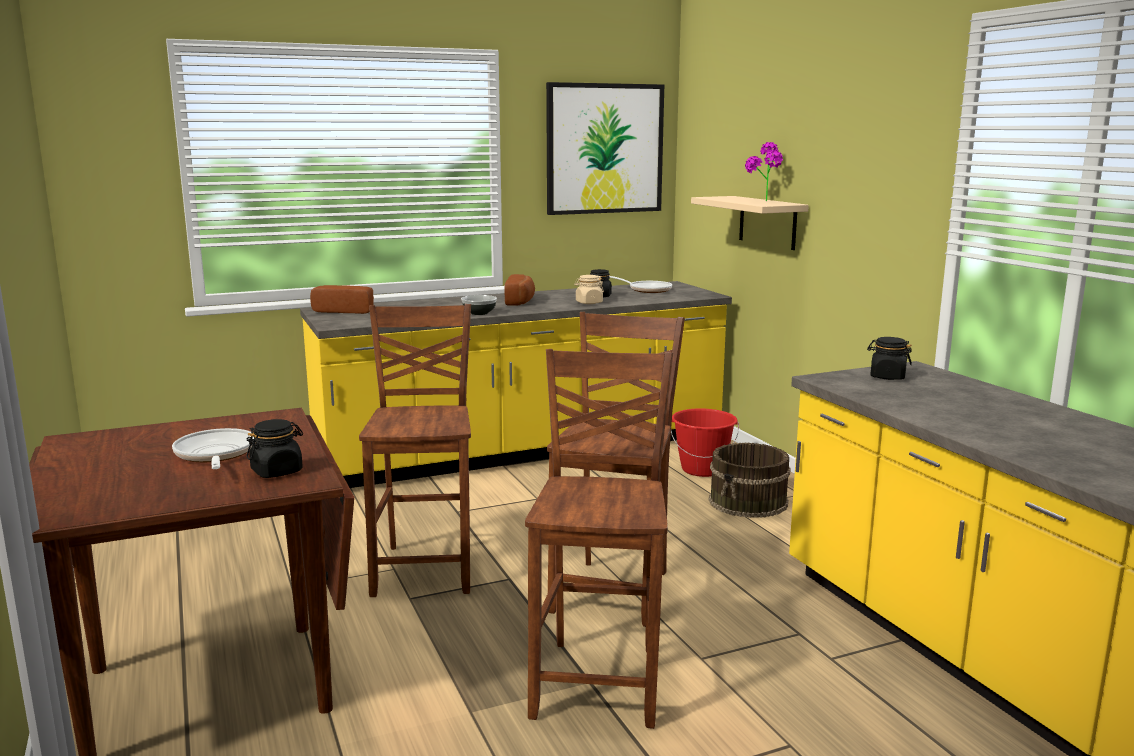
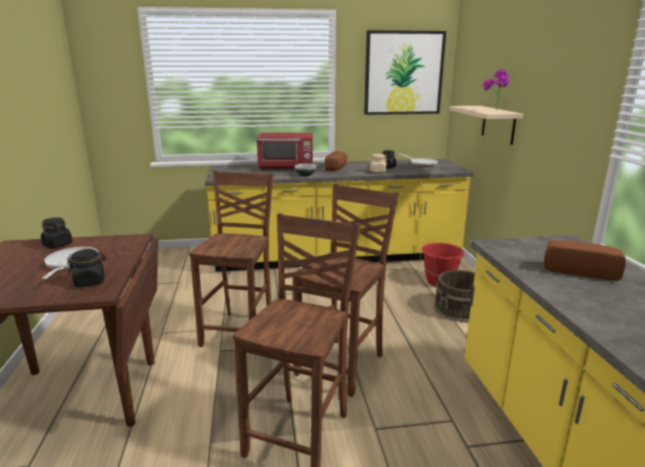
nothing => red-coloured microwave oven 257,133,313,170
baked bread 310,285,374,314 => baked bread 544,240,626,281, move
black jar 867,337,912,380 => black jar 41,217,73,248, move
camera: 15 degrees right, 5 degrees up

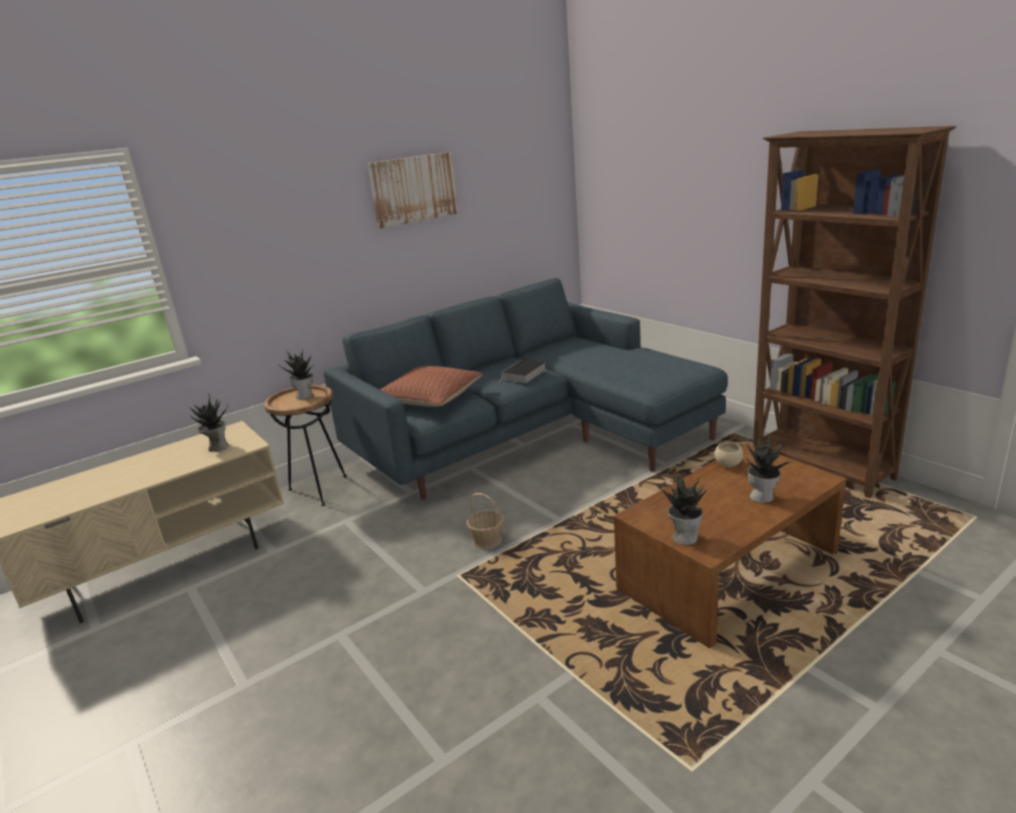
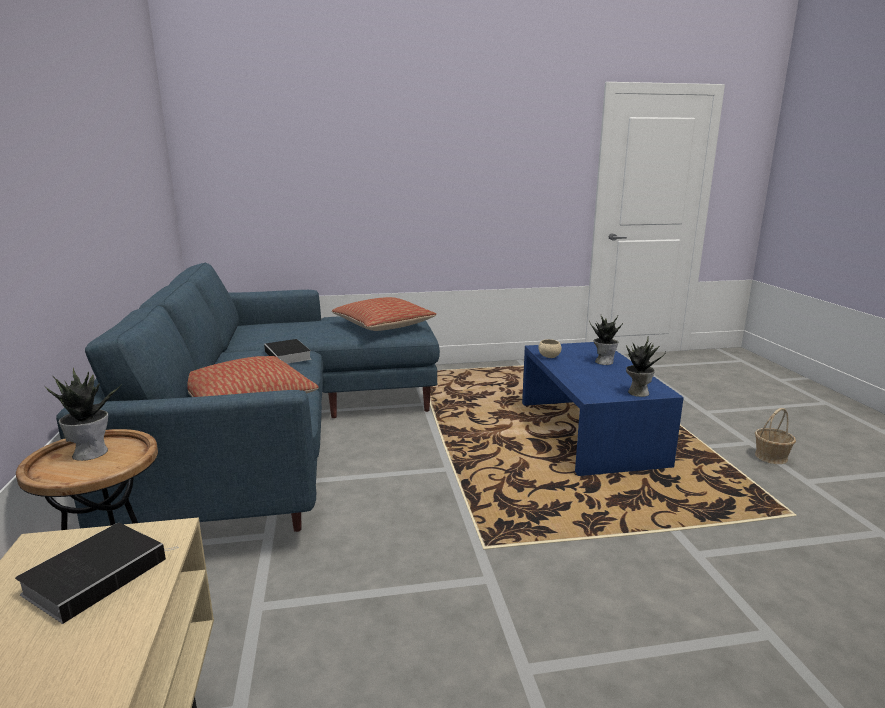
picture 367,152,458,229 => nothing
brown-coloured bookshelf 753,126,957,498 => nothing
nothing => pillow 332,297,436,331
storage basket 467,493,503,549 => storage basket 755,408,796,464, move
plant in a pot 190,394,229,452 => book 15,523,179,624
brown-coloured coffee table 614,443,846,649 => bluish coffee table 522,342,684,476
camera: 65 degrees left, 5 degrees down

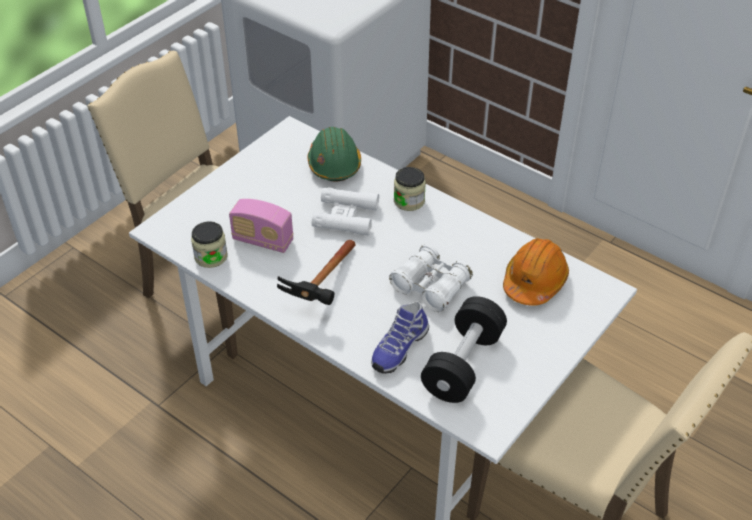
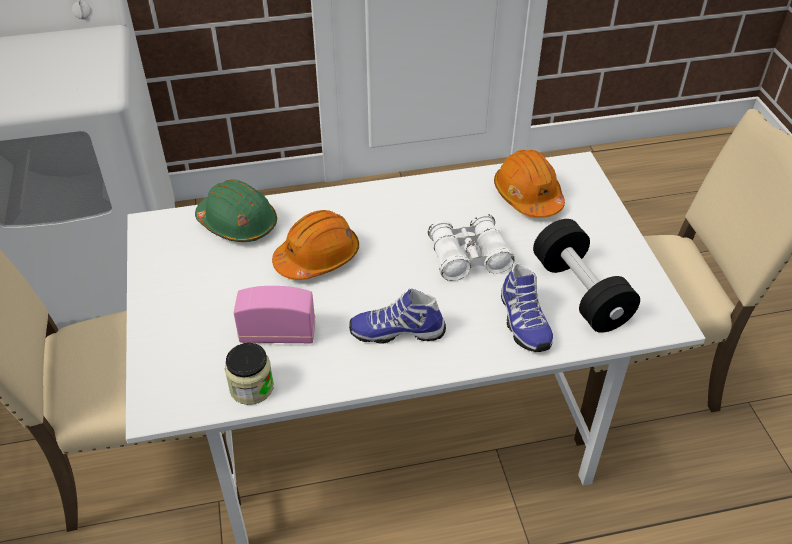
jar 394,167,426,211 => nothing
hand hammer 277,240,355,305 => shoe 349,289,446,344
white-coloured binoculars 312,187,379,236 => orangey hard hat 272,210,359,280
radio set 229,199,293,253 => radio set 234,286,315,343, 150 degrees counterclockwise
camera: 50 degrees left, 0 degrees up

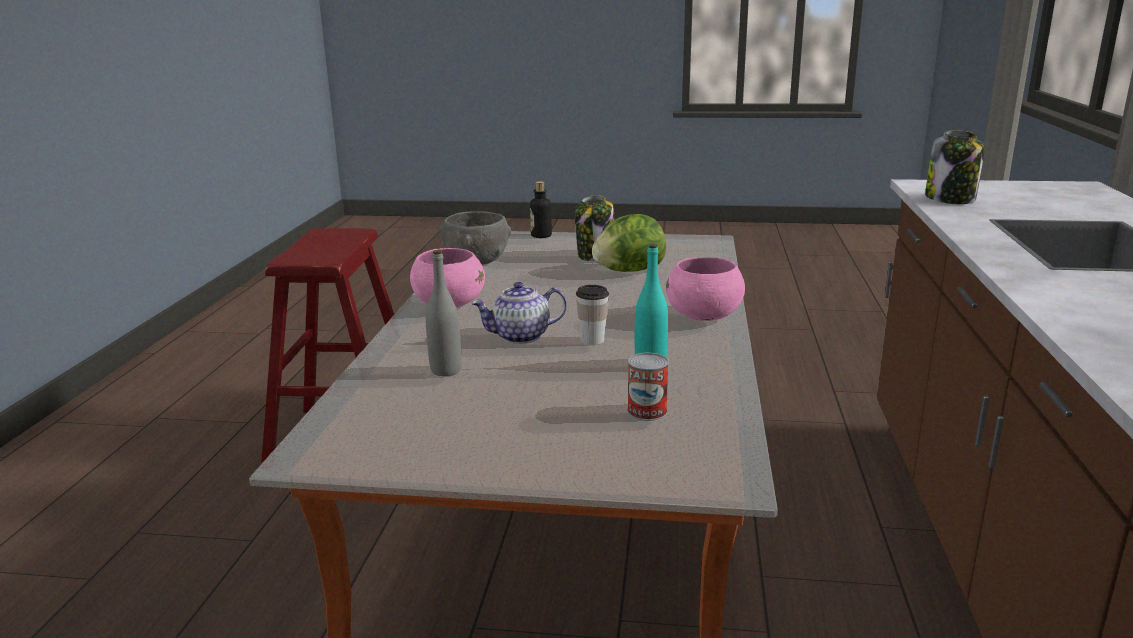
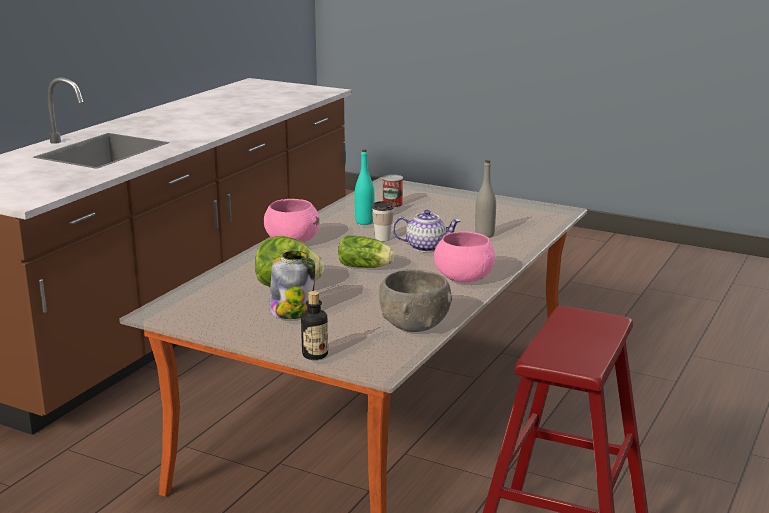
jar 925,130,985,204 => nothing
nothing => head of lettuce 338,235,395,268
camera: 160 degrees left, 0 degrees up

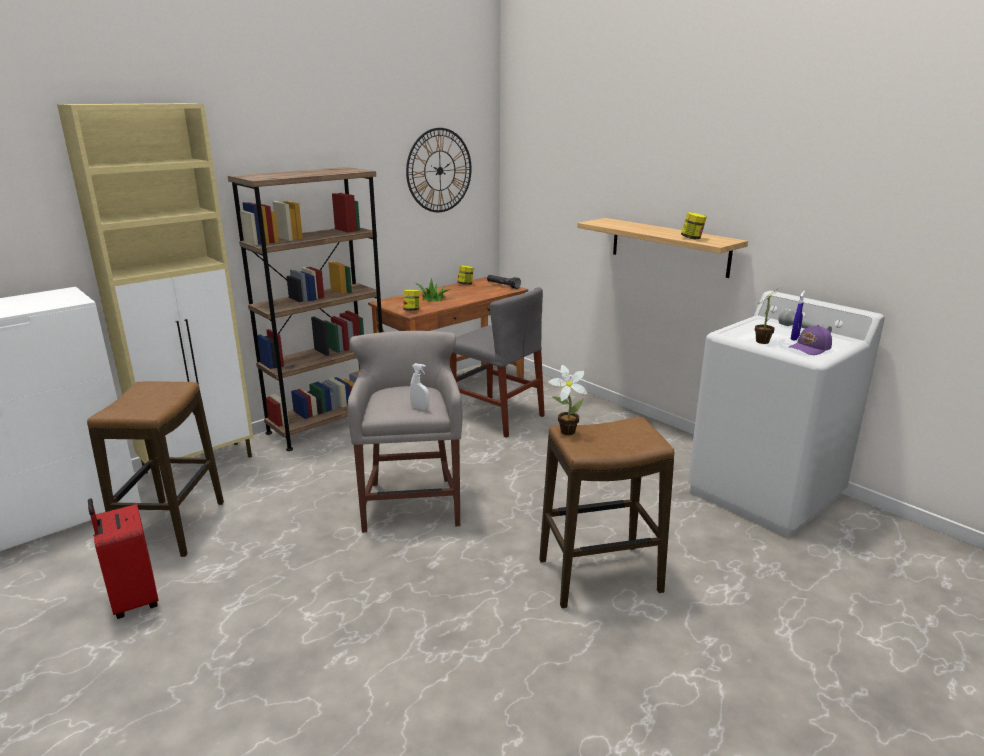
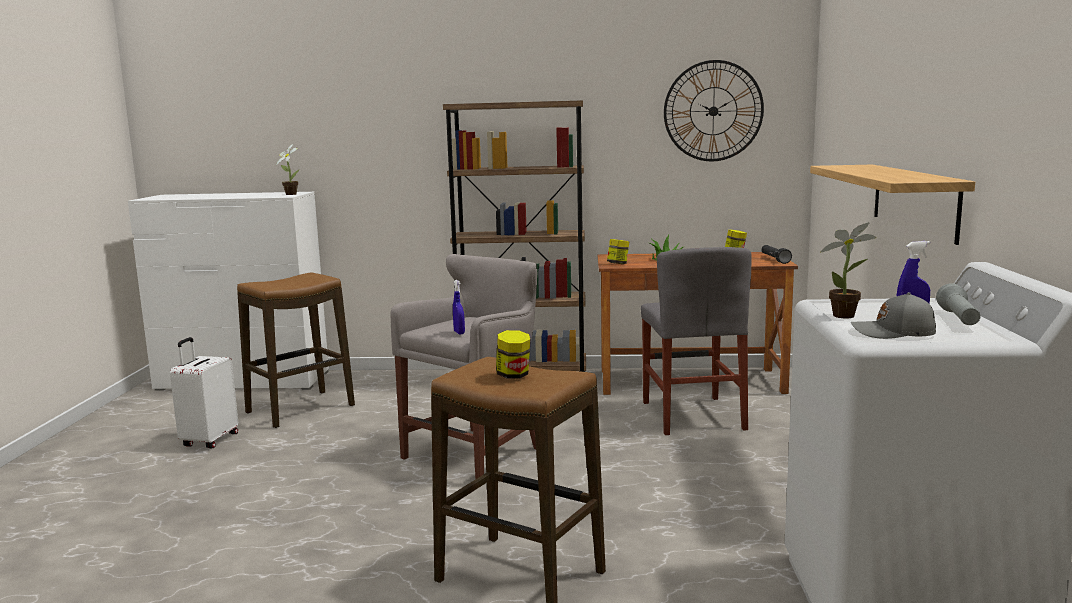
sand-coloured cabinet 57,103,253,474 => nothing
plant in a pot 548,365,588,435 => plant in a pot 276,144,299,195, move
jar 681,212,707,239 => jar 496,330,530,379, move
red-coloured piece of luggage 88,498,158,619 => white-coloured piece of luggage 170,337,238,448
white-coloured spray bottle 410,363,429,410 => bluish spray bottle 453,280,465,334
purple-coloured baseball cap 788,325,832,355 => greyish baseball cap 851,292,936,339
camera: 45 degrees right, 10 degrees down

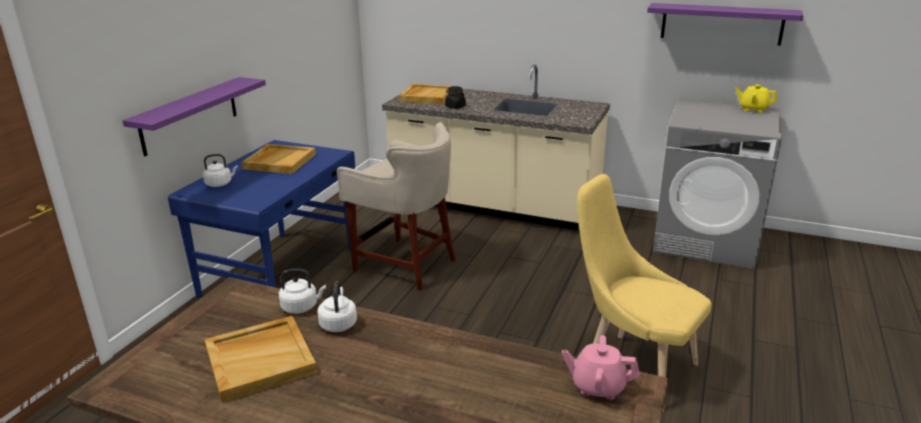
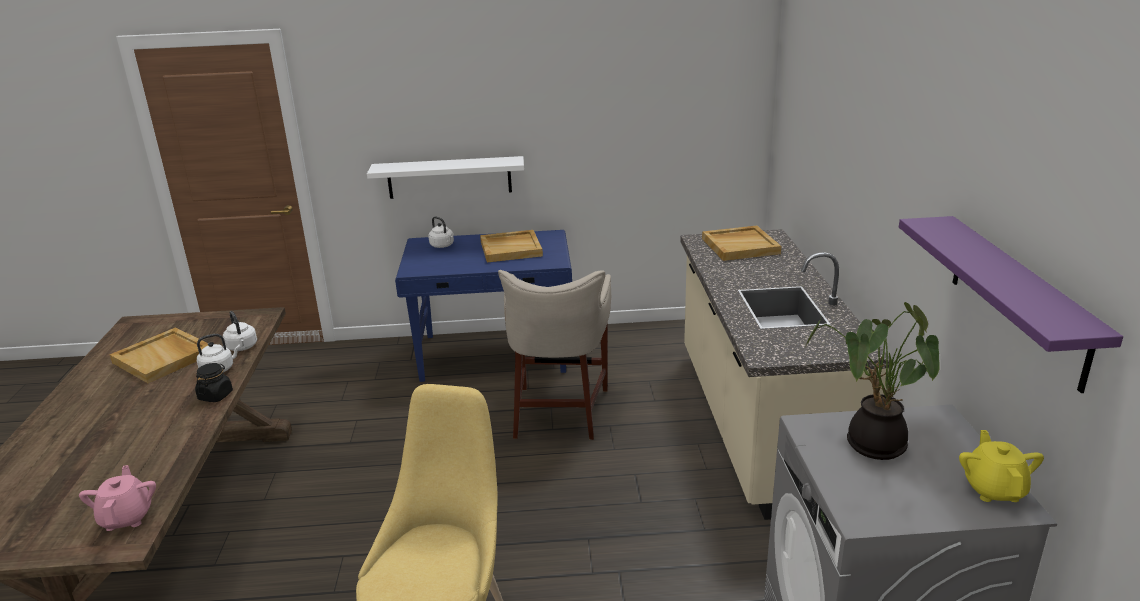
nothing => plant in a pot 806,302,940,460
black jar 445,86,466,109 => black jar 195,363,233,402, move
purple-coloured shelf 122,77,266,156 => white-coloured shelf 367,156,524,199
camera: 65 degrees right, 0 degrees up

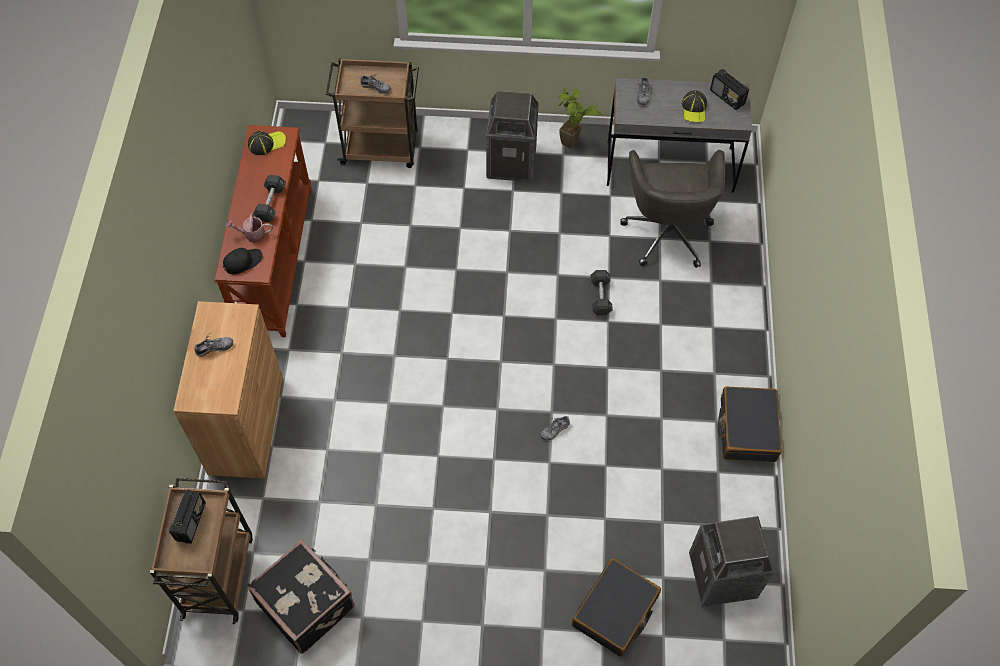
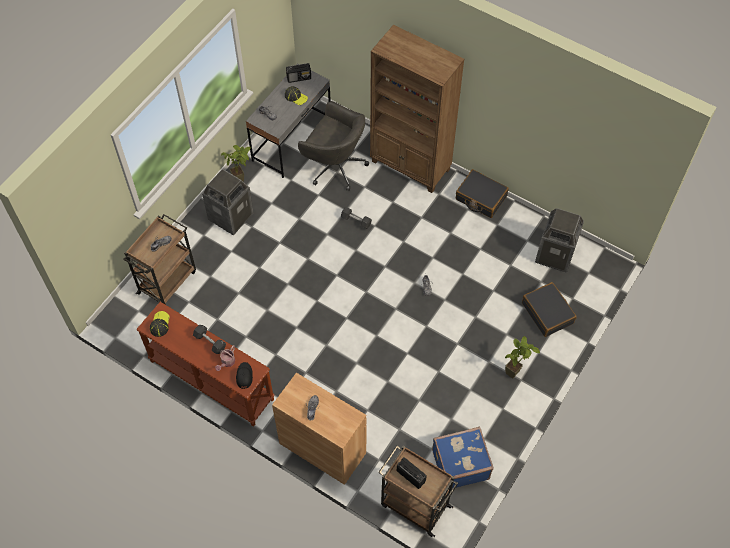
nothing => brown-coloured bookshelf 370,25,464,193
nothing => plant in a pot 505,336,540,379
black piece of luggage 247,539,355,654 => bluish piece of luggage 432,427,494,489
camera: 60 degrees left, 0 degrees up

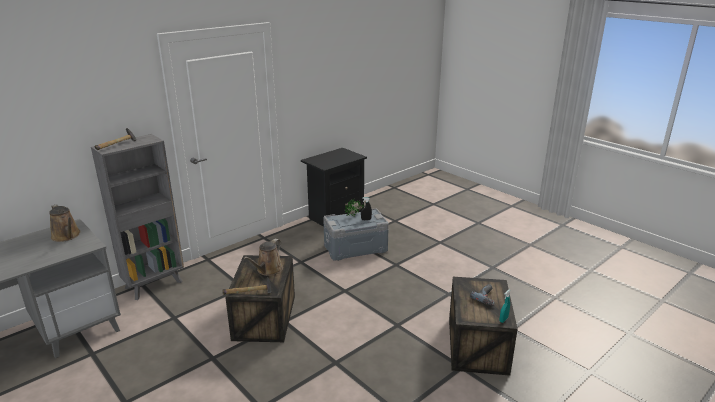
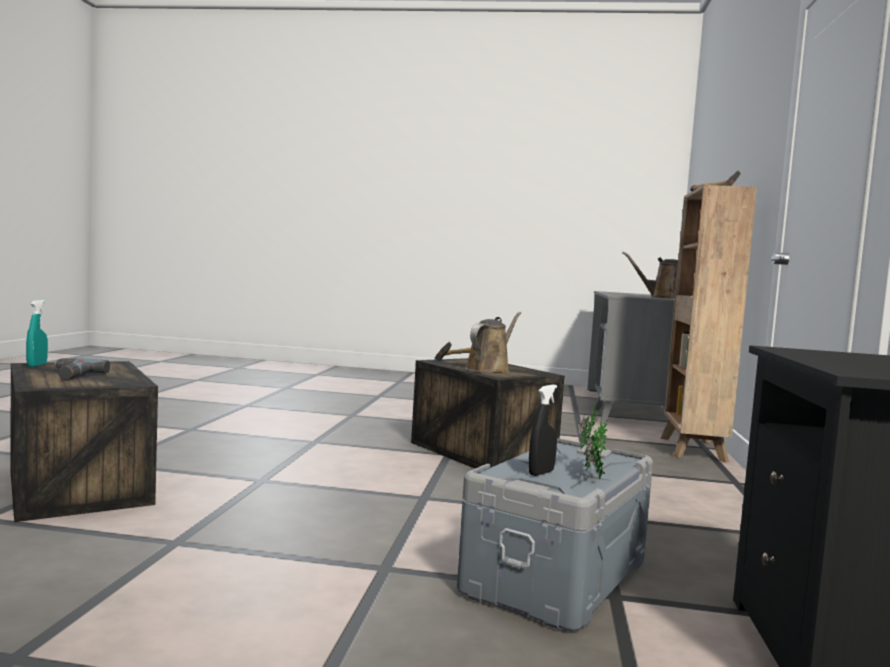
greyish bookshelf 91,134,184,300 => brown-coloured bookshelf 661,185,757,462
brown-coloured watering can 244,239,283,276 => brown-coloured watering can 465,312,521,373, 45 degrees clockwise
camera: 140 degrees right, 20 degrees down

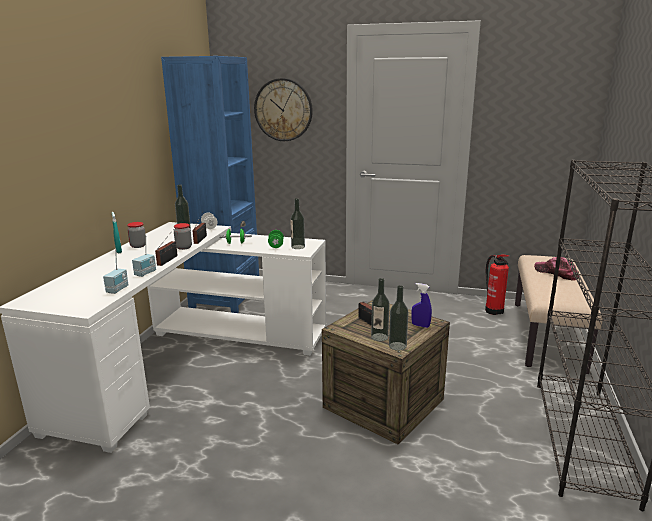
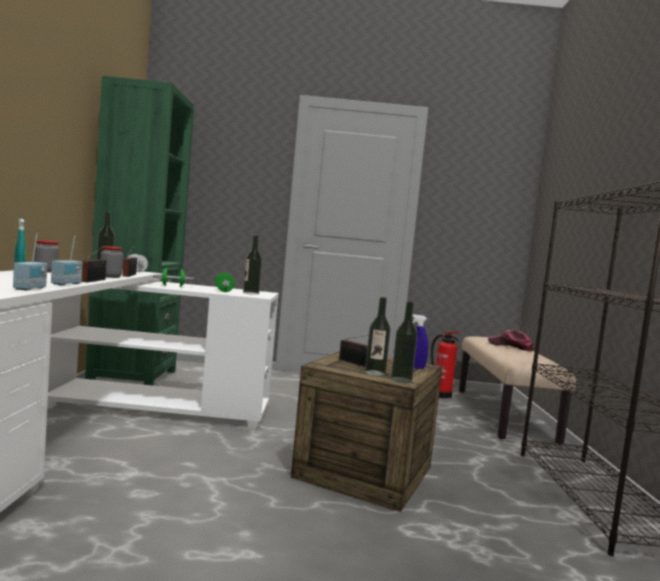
hanging clock 254,78,313,141 => nothing
bluish bookshelf 161,56,259,313 => green-coloured bookshelf 85,76,194,386
camera: 15 degrees left, 15 degrees down

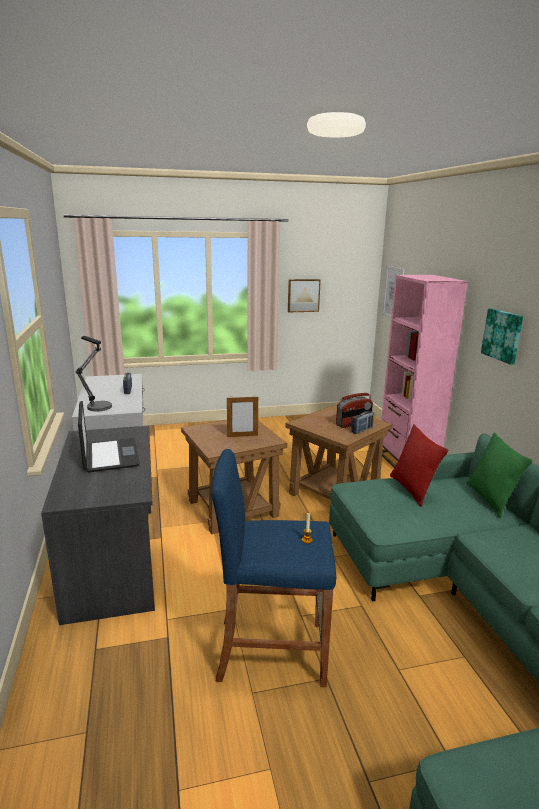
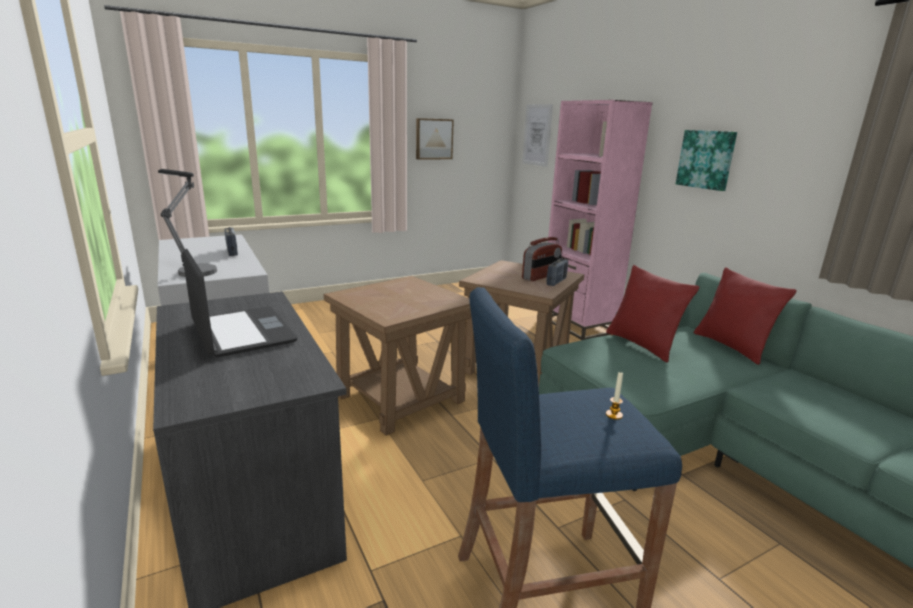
photo frame 227,395,258,437 => nothing
green-coloured pillow 466,432,533,517 => red-coloured pillow 694,267,797,365
camera: 15 degrees left, 0 degrees up

